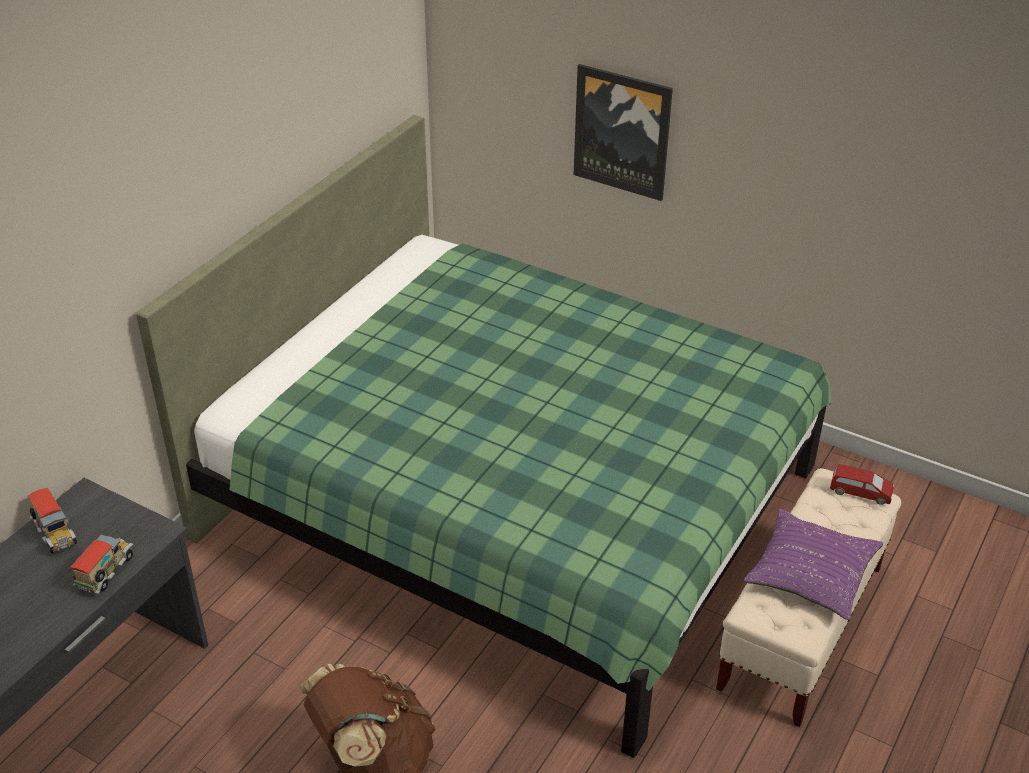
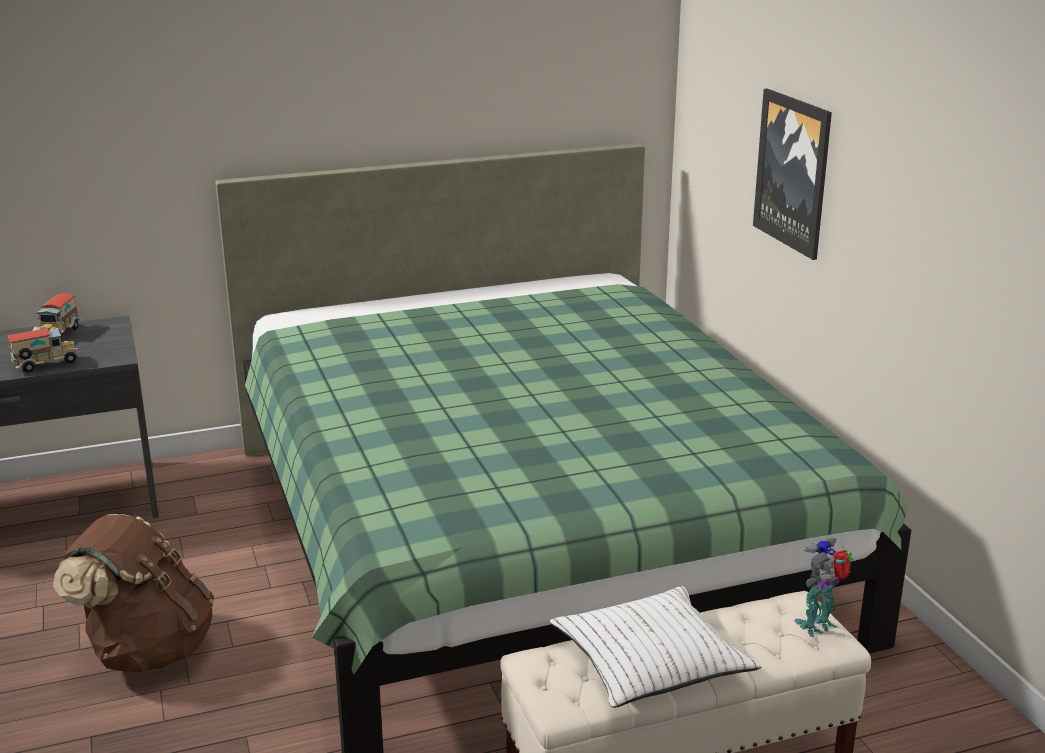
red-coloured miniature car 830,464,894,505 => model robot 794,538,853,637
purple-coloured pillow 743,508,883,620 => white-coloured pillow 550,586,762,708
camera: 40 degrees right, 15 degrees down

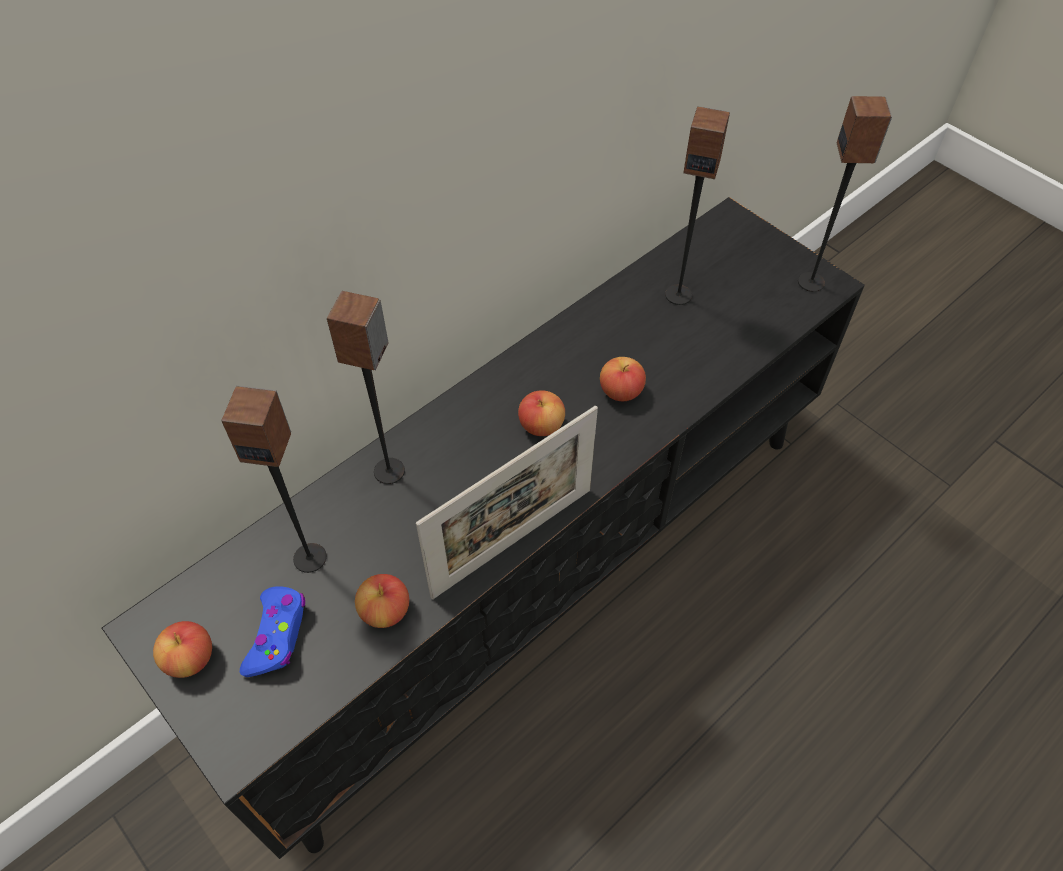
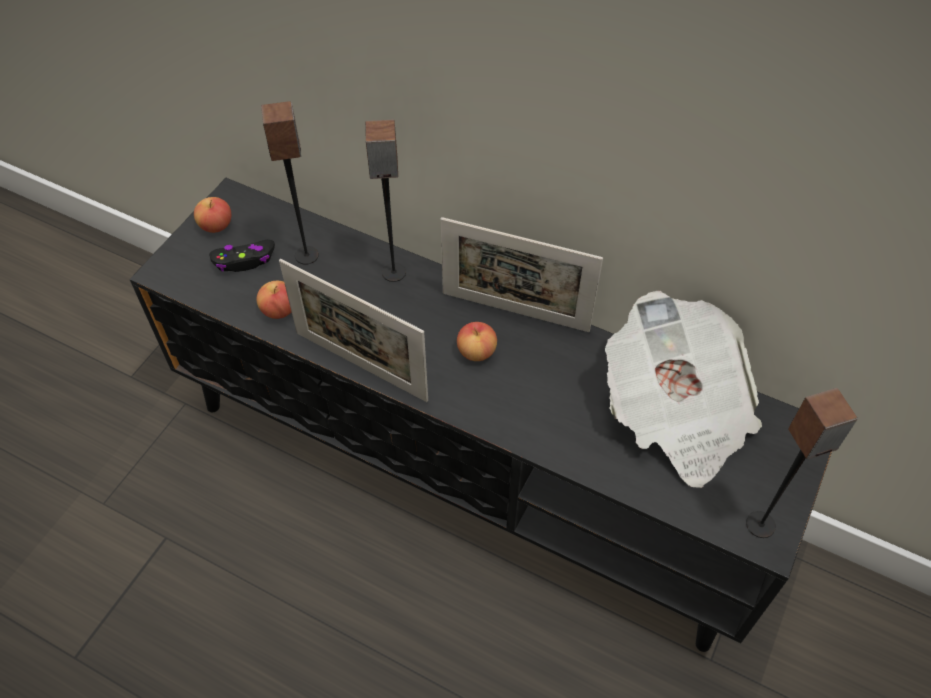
apple 600,357,646,401 => nothing
nothing => photo frame 441,217,603,332
speaker 665,106,730,305 => newspaper 605,291,762,488
bluish game controller 240,587,305,677 => black game controller 209,240,275,272
camera: 70 degrees right, 0 degrees up

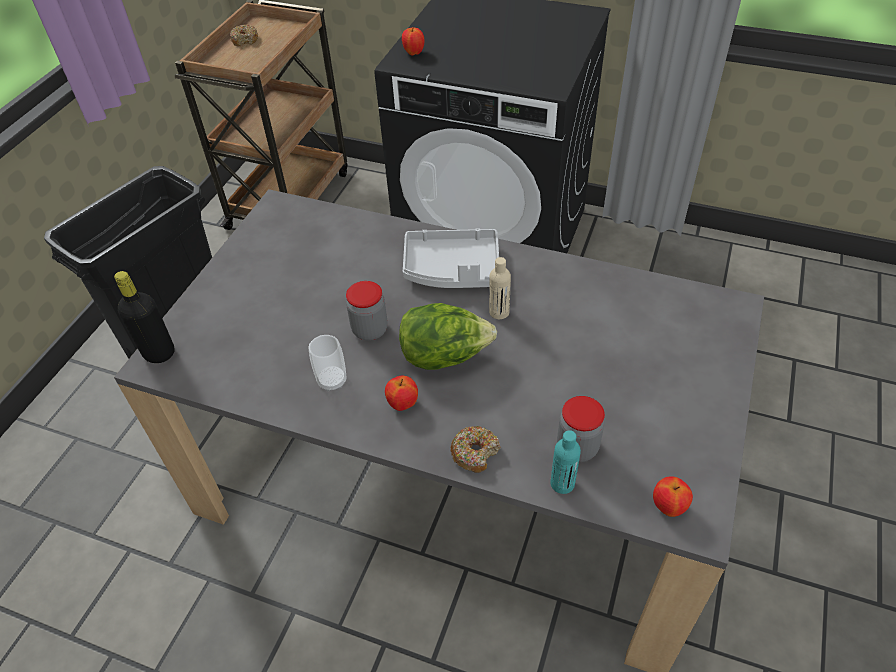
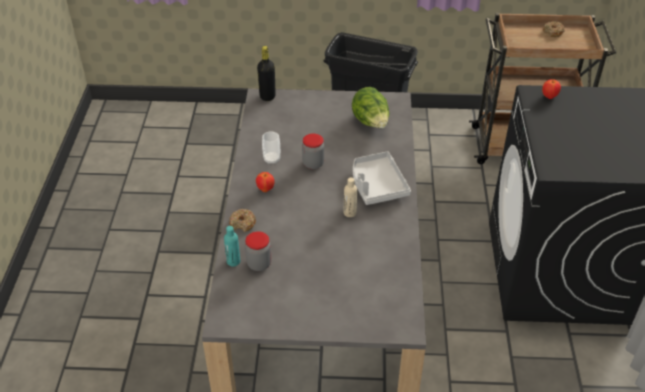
apple 653,476,693,517 => nothing
head of lettuce 399,303,497,370 => head of lettuce 352,87,389,128, move
camera: 70 degrees right, 5 degrees down

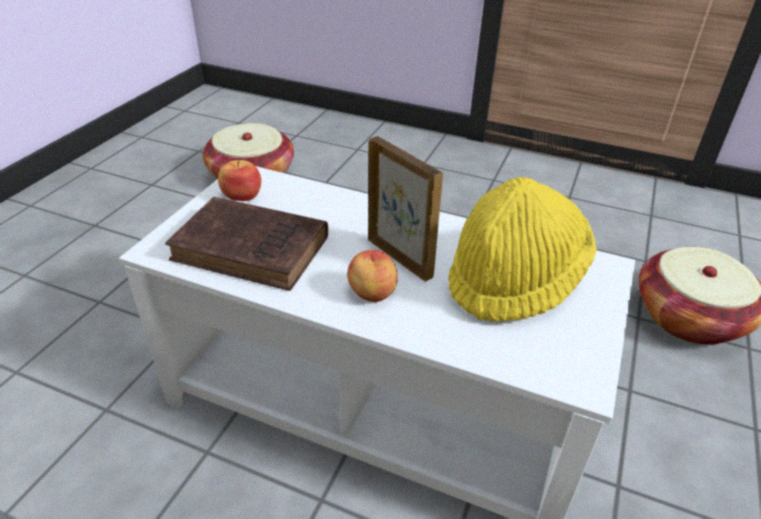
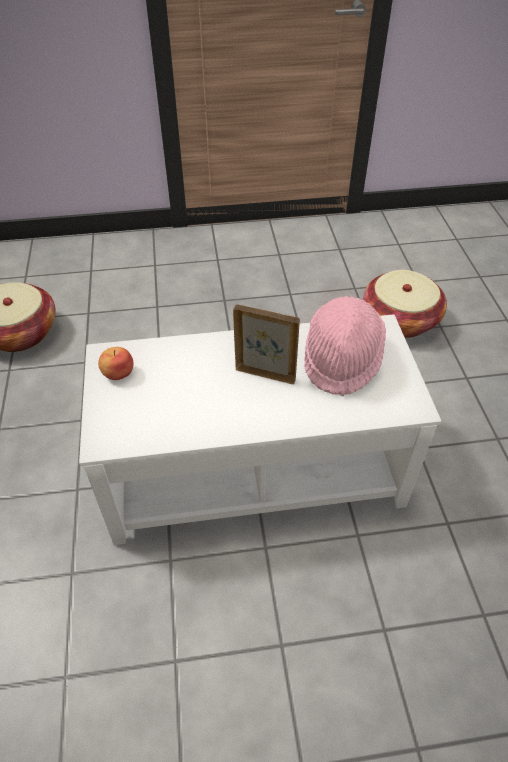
brown-coloured book 165,197,328,291 => nothing
apple 347,250,398,302 => nothing
yellowish hat 448,176,597,322 => pink hat 304,296,386,396
camera: 30 degrees left, 10 degrees up

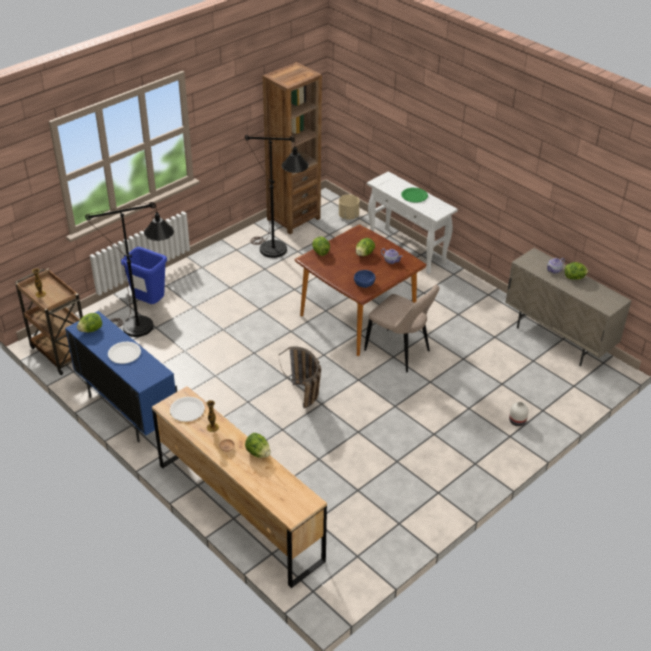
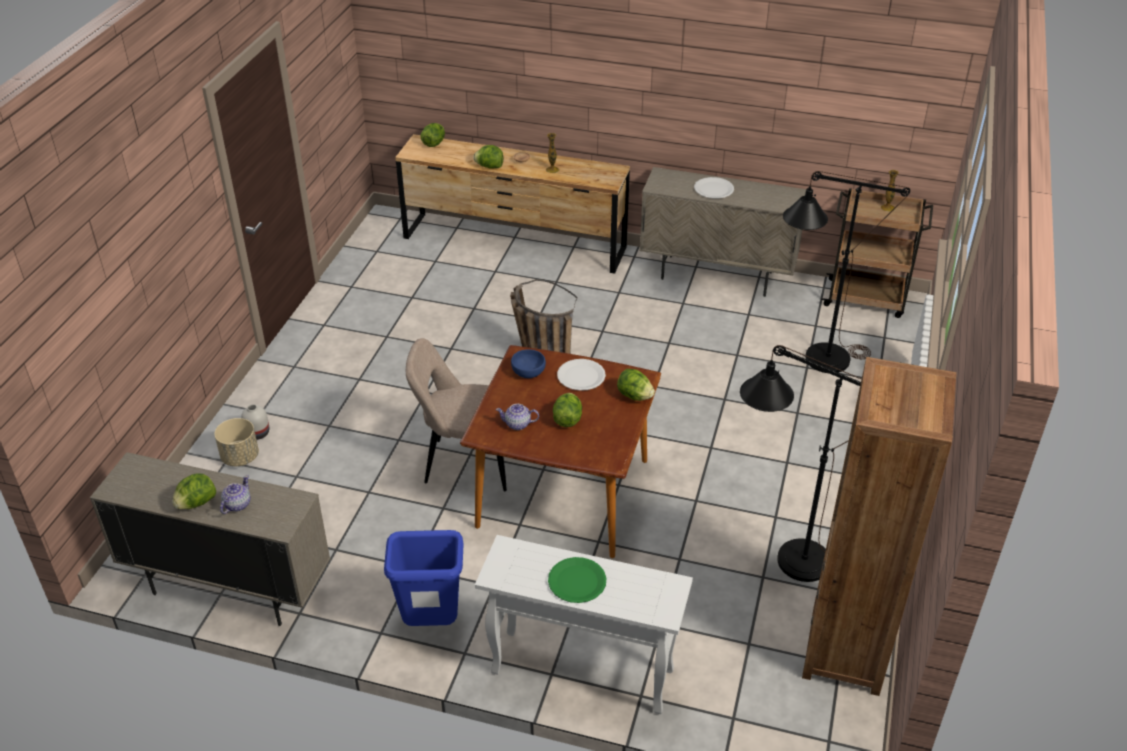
head of lettuce 77,313,102,332 => head of lettuce 420,123,445,147, move
bluish rubbish bin 121,247,167,304 => bluish rubbish bin 384,530,464,626, move
white-coloured dinner plate 170,397,205,422 => white-coloured dinner plate 557,359,606,391, move
sand-coloured plant pot 339,195,360,220 => sand-coloured plant pot 214,418,259,466, move
bluish cabinet 65,311,177,442 => sand-coloured cabinet 639,167,806,297
camera: 150 degrees right, 0 degrees up

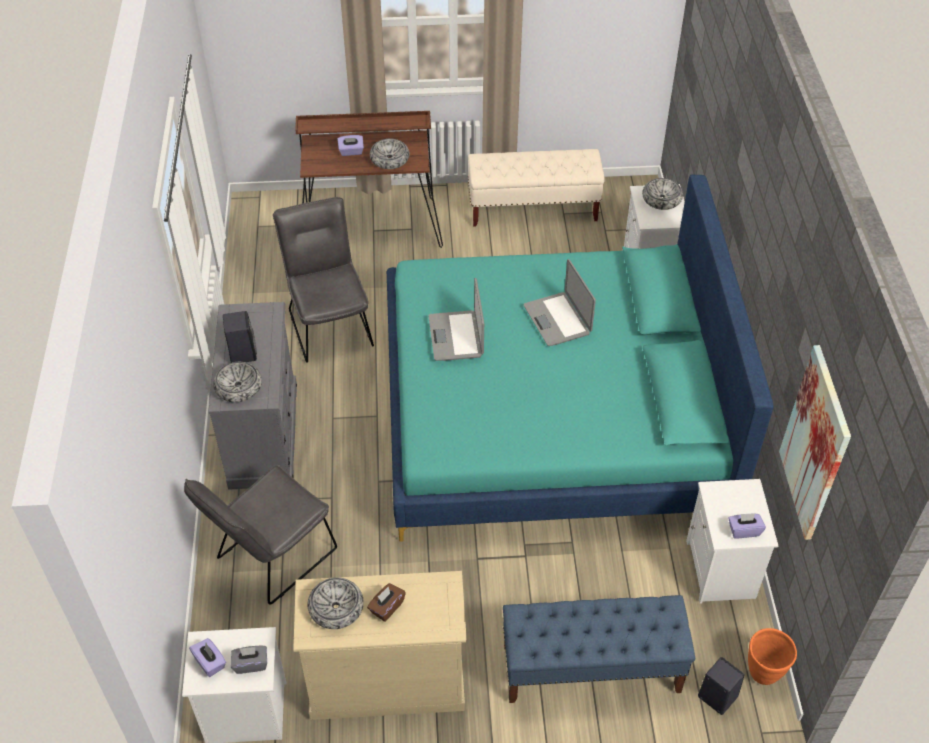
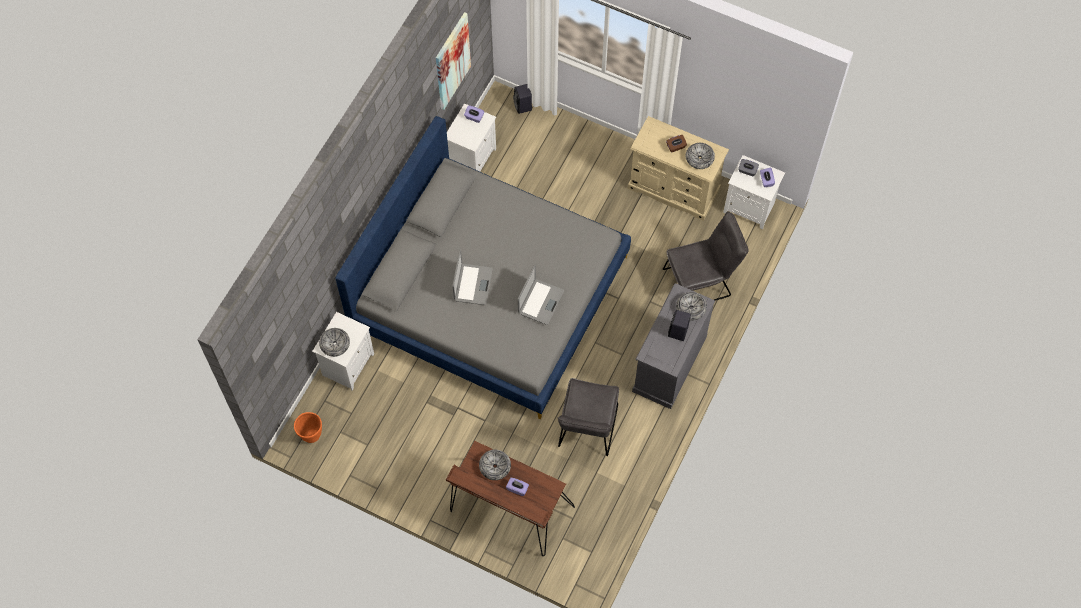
sand-coloured long seat 468,149,605,227 => nothing
bluish long seat 503,595,695,703 => nothing
orangey plant pot 748,628,797,685 => orangey plant pot 294,412,322,443, move
blue-green bedroom bed 387,175,774,542 => greyish bedroom bed 335,116,631,419
camera: 150 degrees left, 15 degrees up

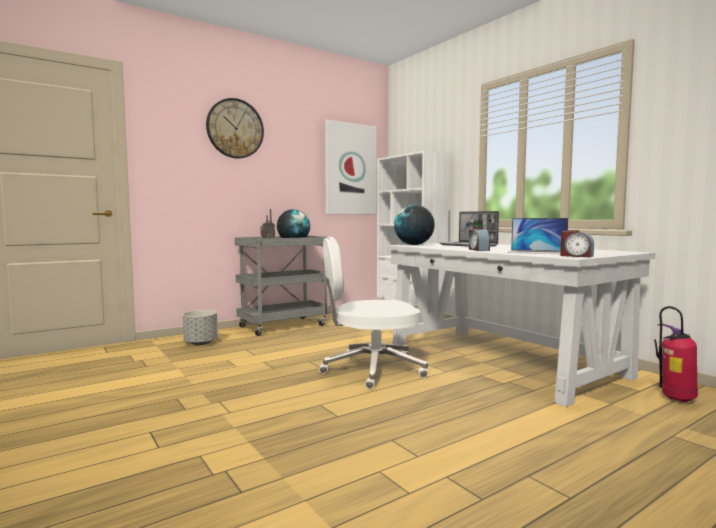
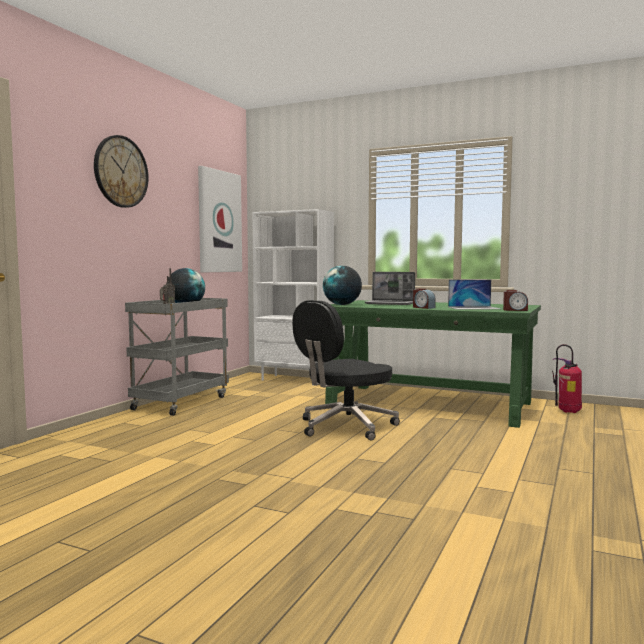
greyish plant pot 183,310,218,345 => nothing
white-coloured computer chair 319,237,428,389 => black computer chair 292,300,400,441
white-coloured desk 387,243,656,407 => green-coloured desk 325,300,541,428
camera: 30 degrees left, 0 degrees up

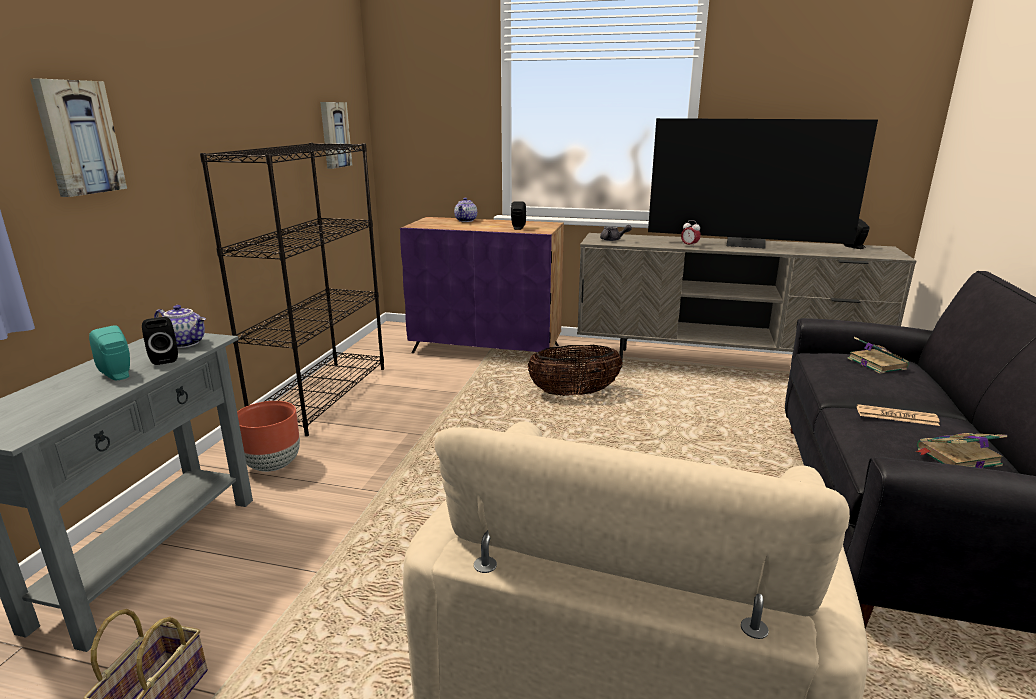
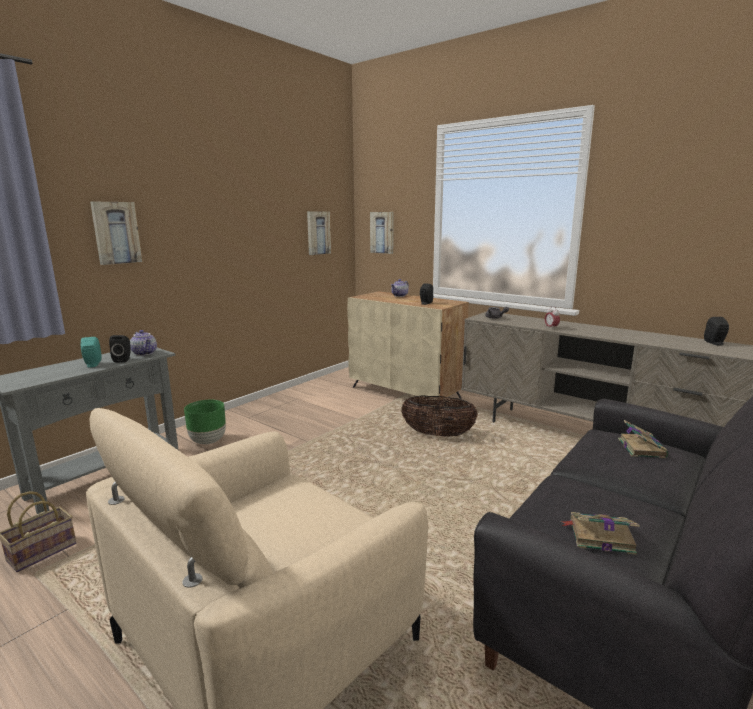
black bookshelf 200,143,384,436 => nothing
TV set 648,118,878,249 => nothing
newspaper 857,404,940,426 => nothing
nothing => picture 370,212,394,254
brown-coloured plant pot 237,401,300,472 => green-coloured plant pot 184,400,226,445
purple-coloured cabinet 400,217,564,355 => sand-coloured cabinet 347,291,469,406
camera: 25 degrees right, 5 degrees down

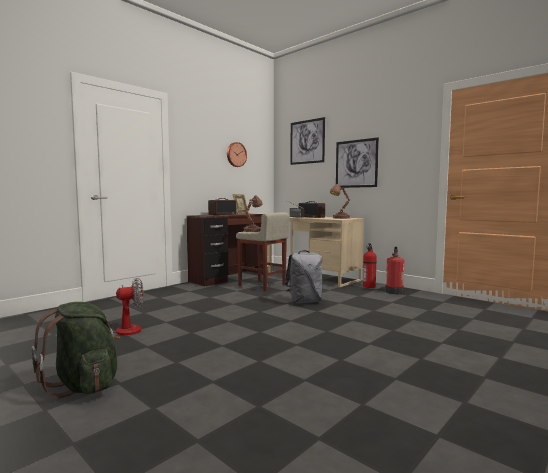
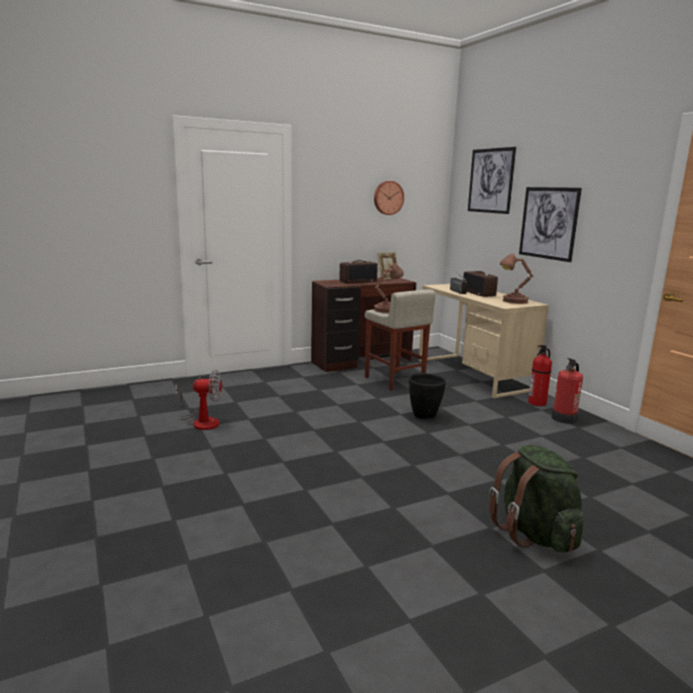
green-coloured rucksack 32,302,120,398 => green-coloured rucksack 489,445,583,553, move
greyish rucksack 284,250,322,304 => black plant pot 409,373,446,419
camera: 20 degrees right, 10 degrees up

